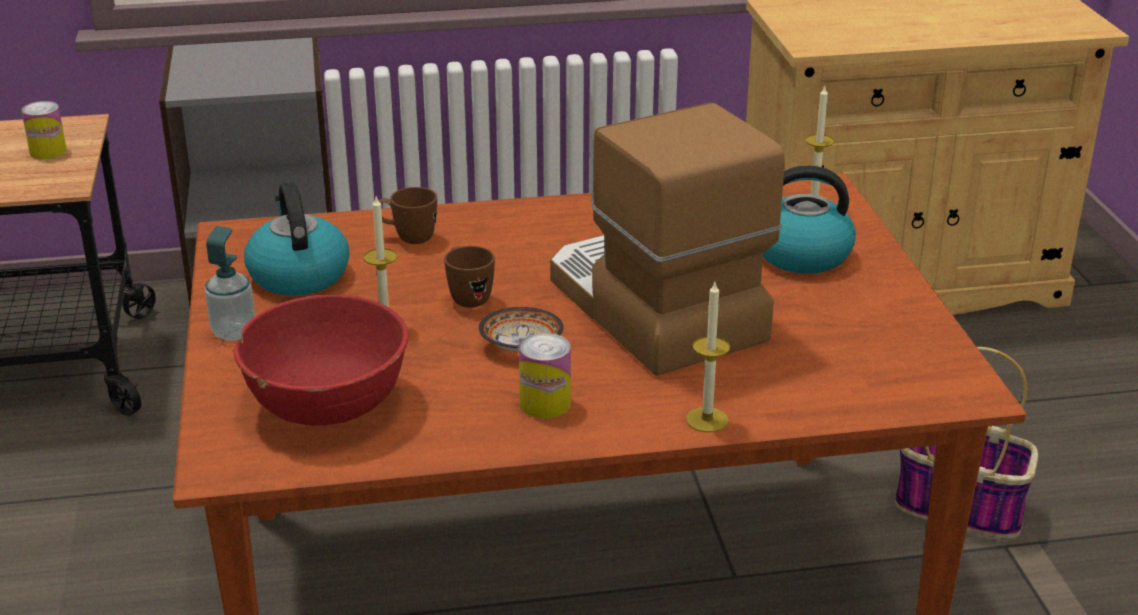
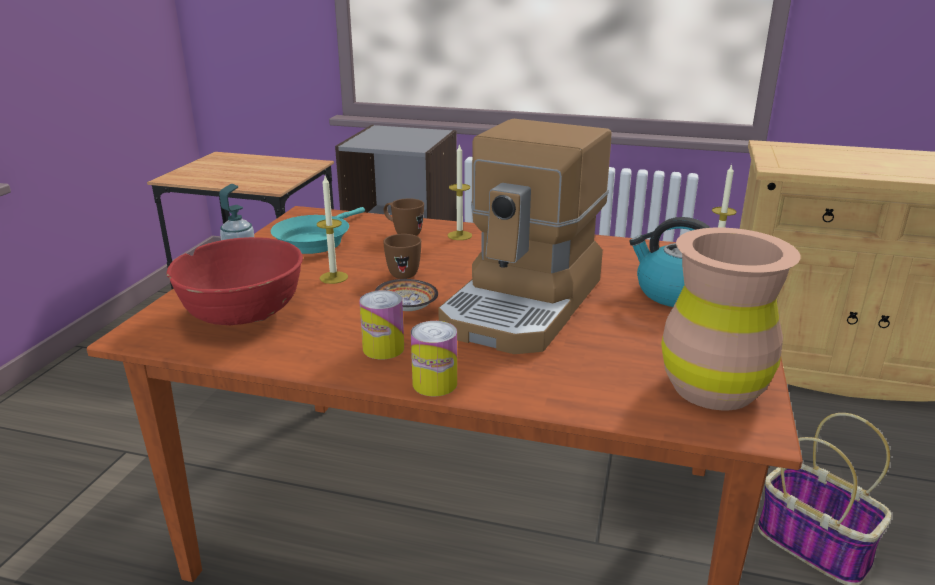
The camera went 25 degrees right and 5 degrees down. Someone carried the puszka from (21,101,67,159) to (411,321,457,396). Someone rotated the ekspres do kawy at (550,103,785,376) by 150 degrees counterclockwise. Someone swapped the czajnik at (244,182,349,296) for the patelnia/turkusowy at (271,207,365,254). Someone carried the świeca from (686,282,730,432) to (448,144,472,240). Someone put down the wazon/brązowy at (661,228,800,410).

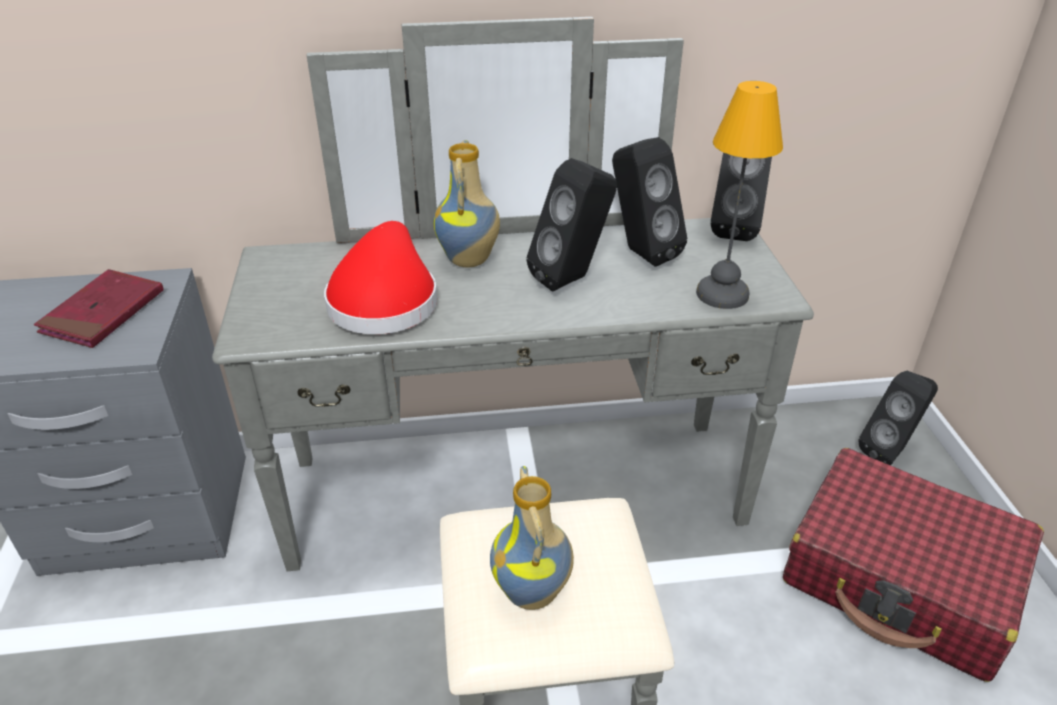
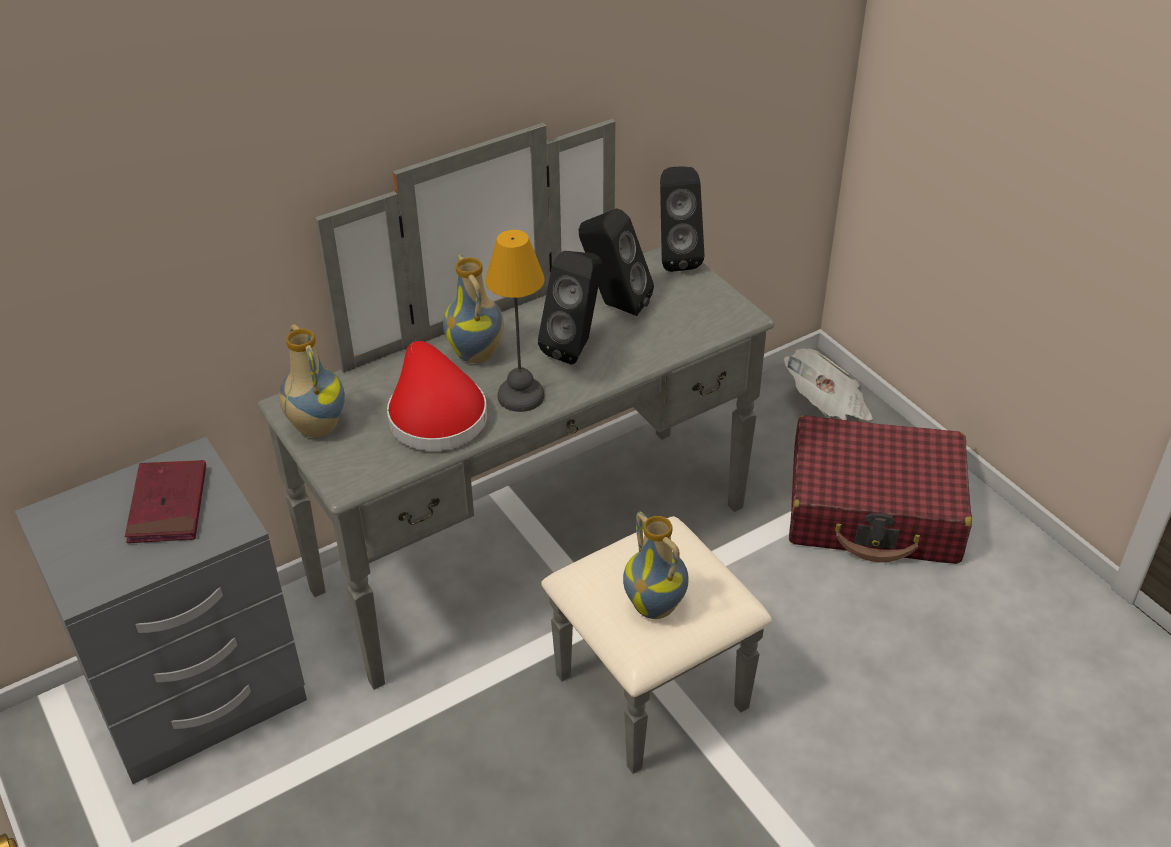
The camera went 25 degrees left and 5 degrees up. Someone carried the lampa stołowa from (696,81,783,309) to (485,230,545,412). Someone swapped the głośnik/czarny at (858,371,938,465) for the gazeta at (784,348,873,421). Someone put down the wazon at (279,324,345,437).

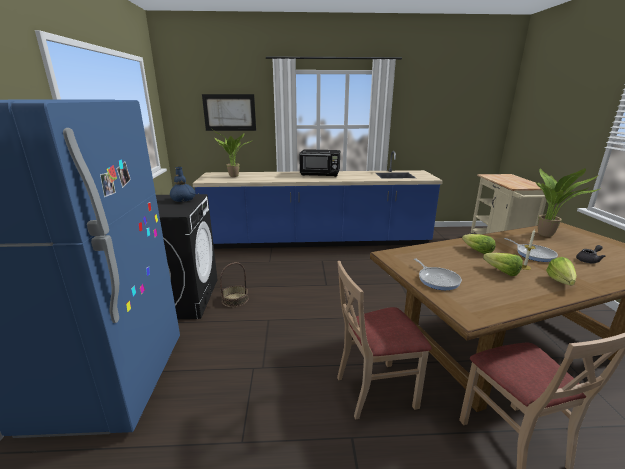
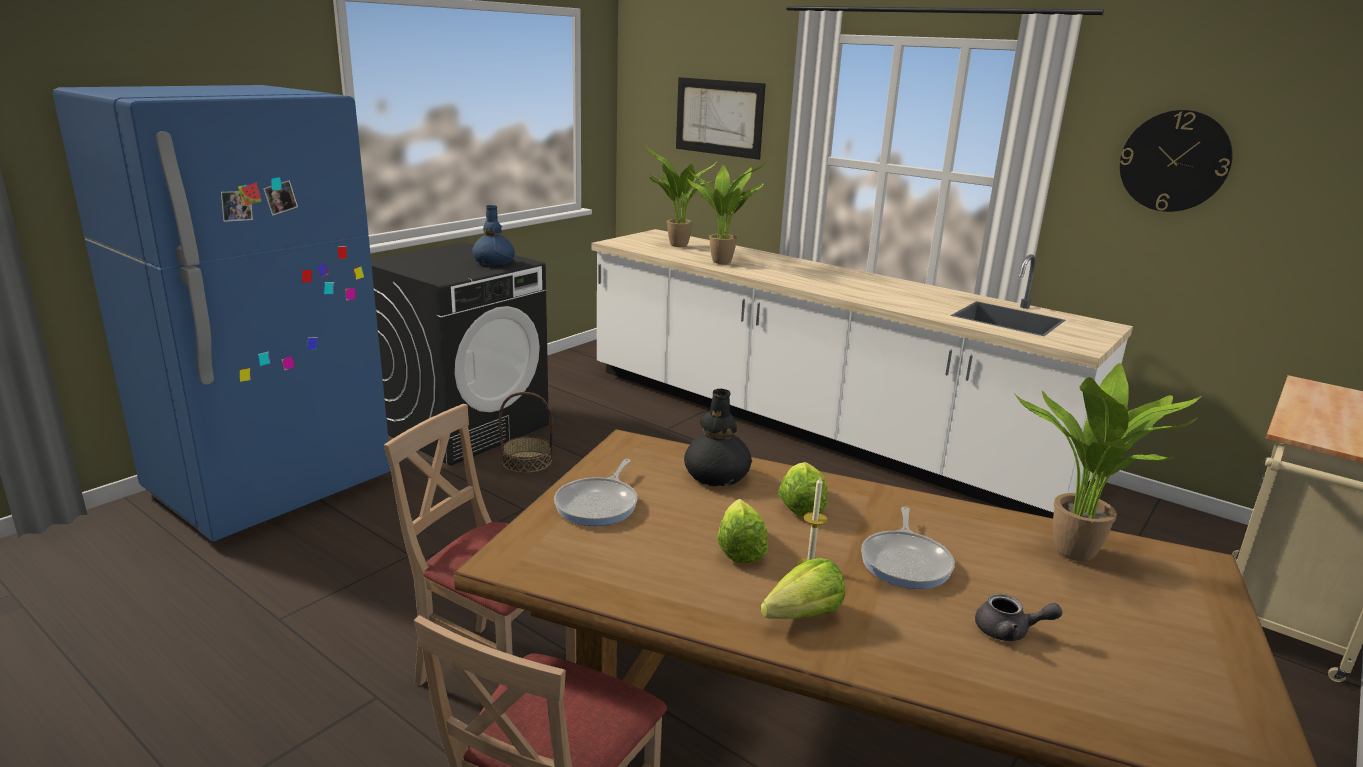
The camera went 40 degrees right and 0 degrees up. Someone took away the mikrofalówka/czarny at (299,149,340,177). Someone repainted the zabudowa kuchenna/niebieski at (192,151,443,249), which became the zabudowa kuchenna/biały at (592,229,1133,518). Someone put up the zegar ścienny at (1120,110,1233,212). Someone put down the roślina doniczkowa at (687,161,767,264). Someone put down the wazon/czarny at (684,389,752,486).

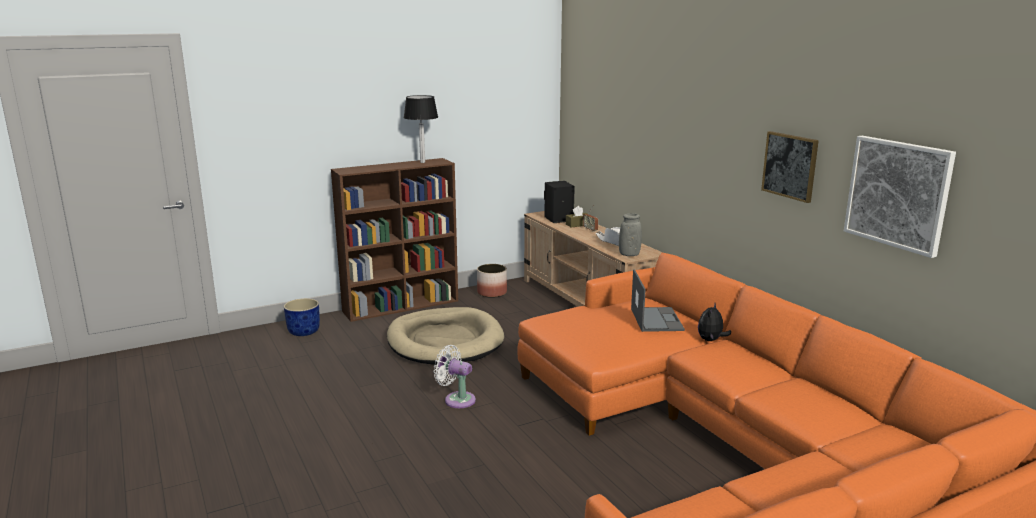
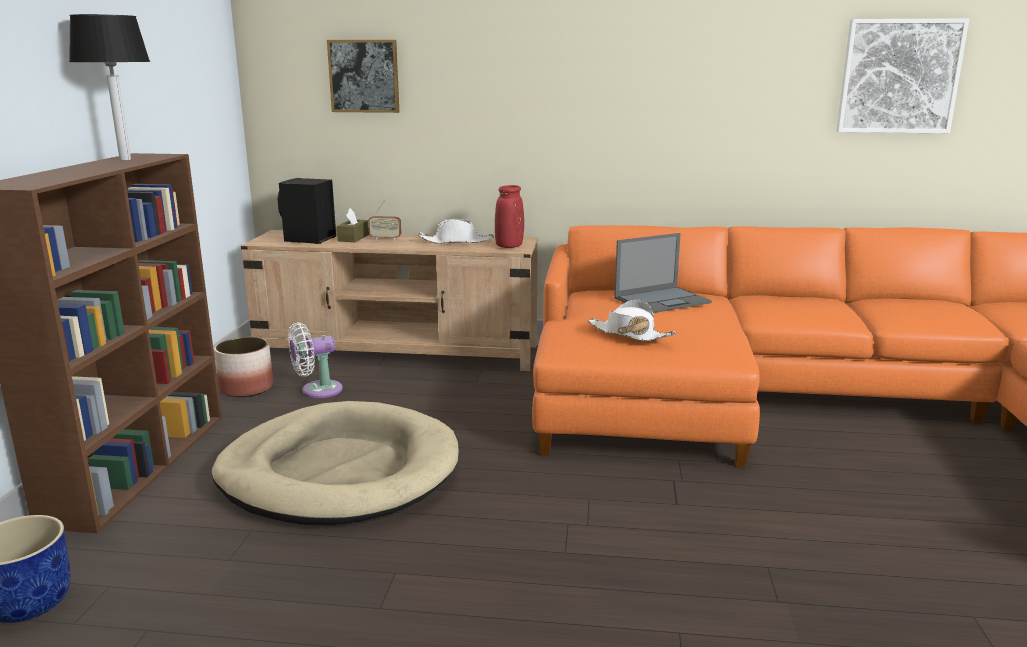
The camera went 55 degrees left and 0 degrees up. Someone carried the obraz from (761,131,819,203) to (327,40,399,113). Someone repainted the wazon/szary at (619,213,642,256), which became the wazon/czerwony at (495,185,524,248). Someone rotated the laptop at (631,269,685,332) by 120 degrees clockwise. Someone took away the pluszak at (698,303,731,341). Someone carried the wentylator/biały from (434,345,476,408) to (288,322,343,398). Someone put down the kapelusz/biały at (588,299,677,341).

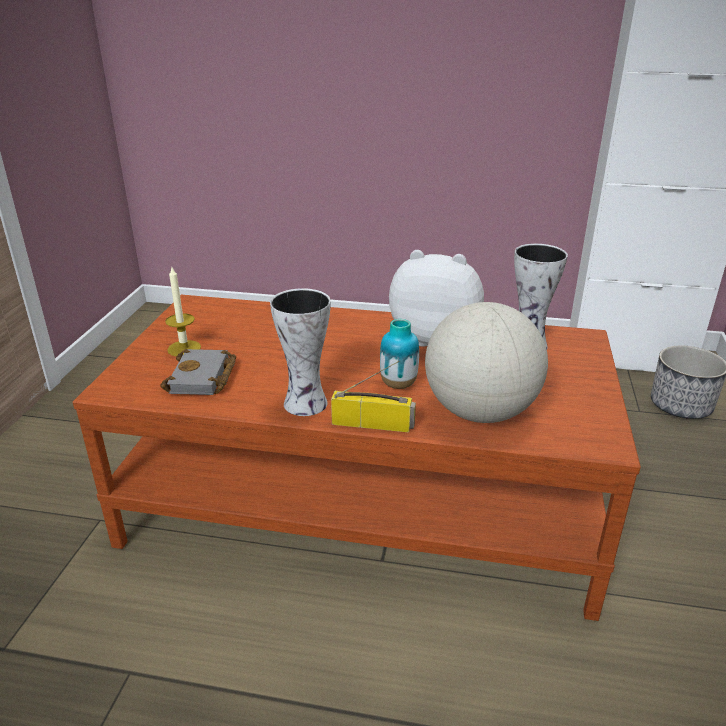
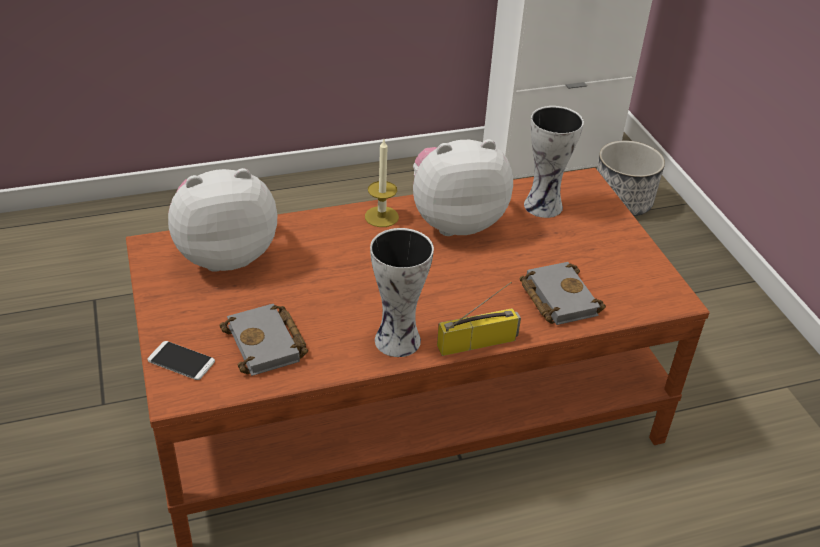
The camera went 30 degrees left and 10 degrees up. Someone carried the świeca from (165,267,201,357) to (365,140,399,227). Someone swapped the globus at (425,302,548,423) for the książka/szary at (519,262,606,325). Someone took away the wazon at (380,319,419,389). Someone put down the pluszak at (168,168,277,272). Someone put down the telefon at (148,341,215,380).

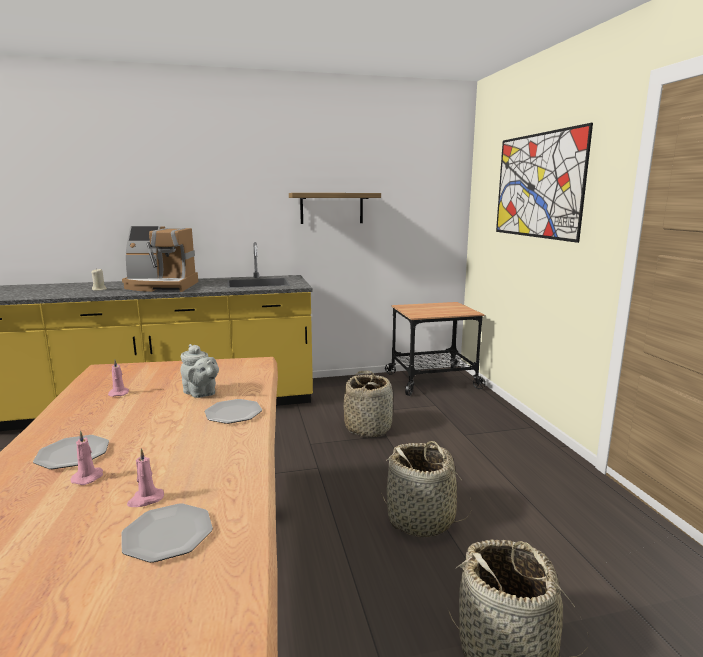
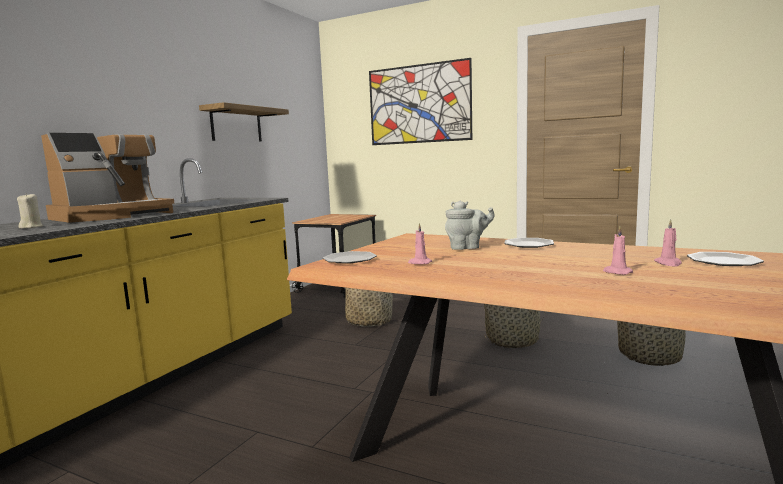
The camera went 50 degrees left and 5 degrees down. Someone carried the talerz from (33,435,109,469) to (323,251,377,264).

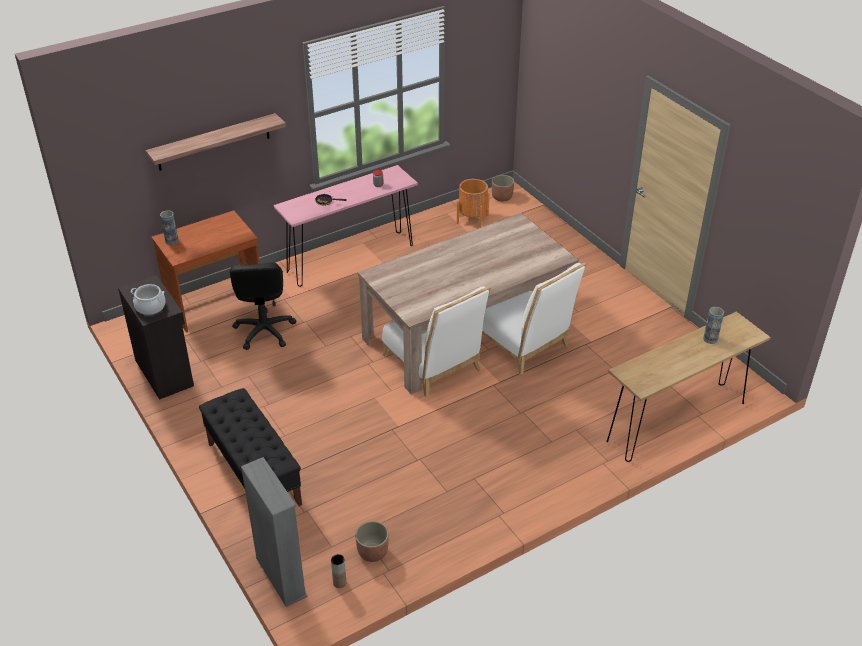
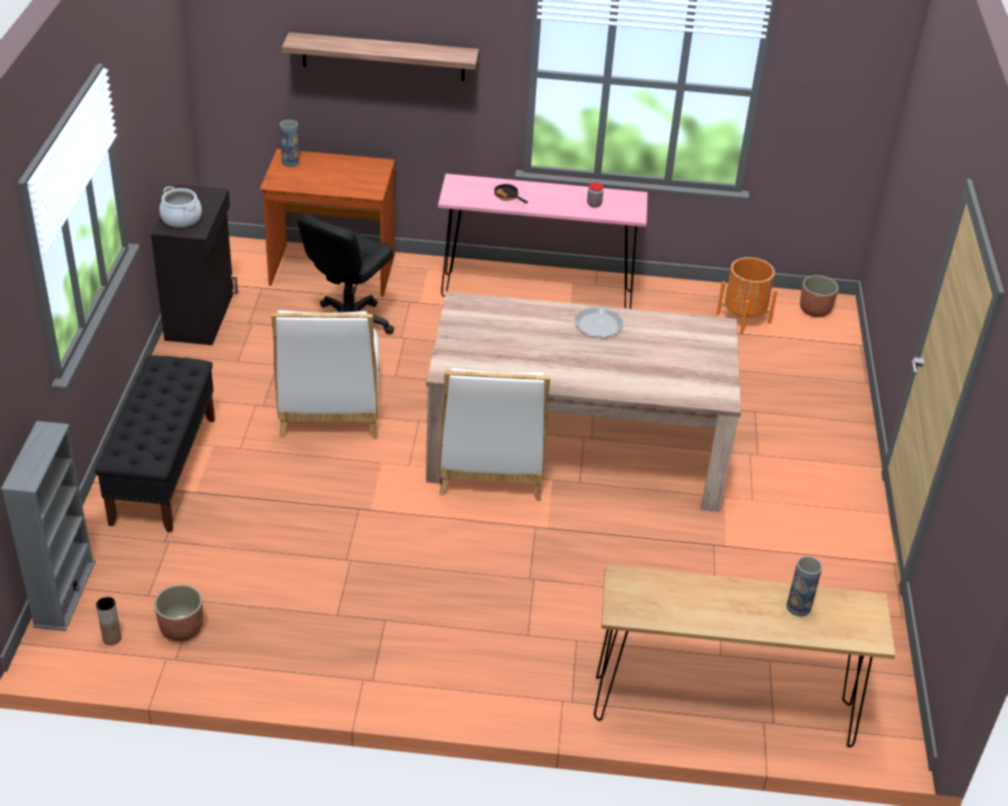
The camera went 35 degrees right and 0 degrees up. Someone carried the krzesło/biały from (482,262,587,375) to (271,310,380,439). Someone put down the talerz at (575,307,623,337).

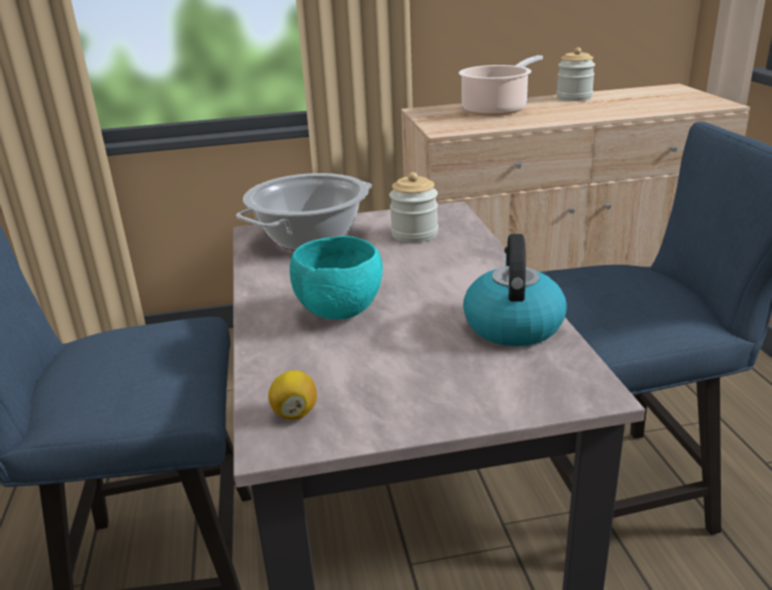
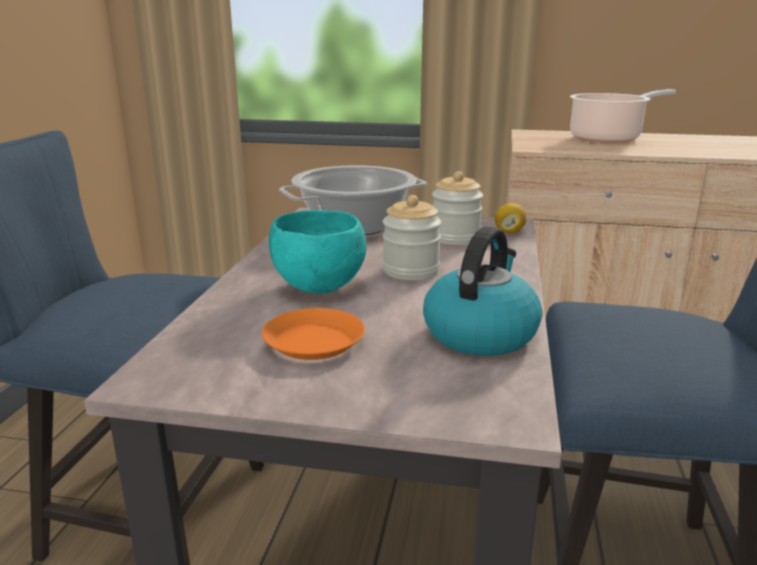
The camera went 20 degrees right and 5 degrees down. Someone carried the słoik from (556,47,595,101) to (383,195,442,280). Someone carried the cytryna from (268,370,317,420) to (494,203,527,234). Someone put down the talerz/pomarańczowy at (262,308,365,360).

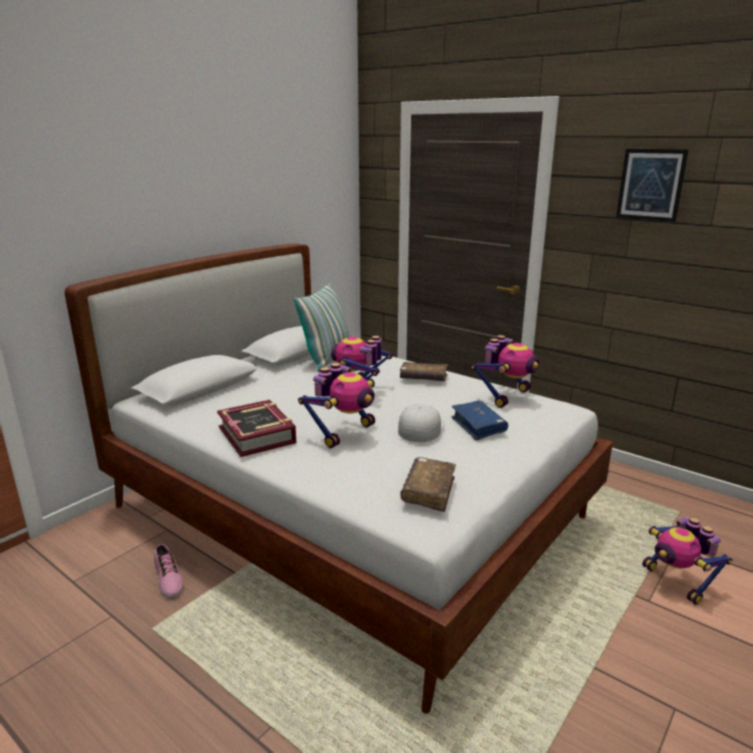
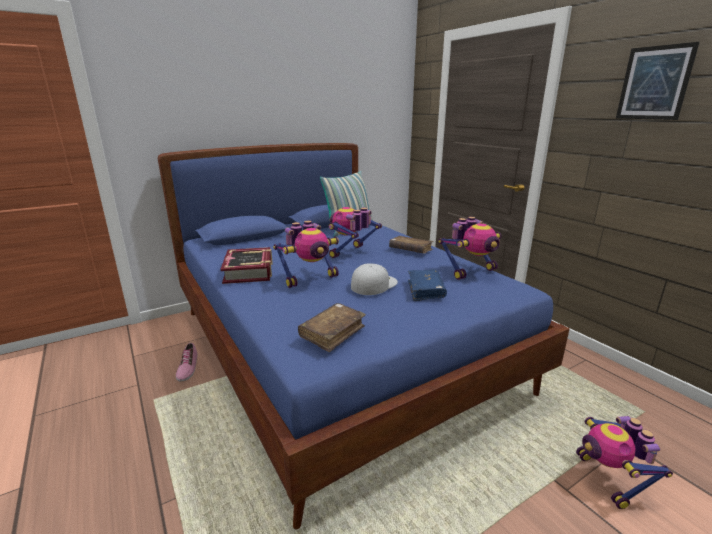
The camera went 20 degrees right and 0 degrees up. Someone repainted the łóżko/biały at (64,243,613,714), which became the łóżko/niebieski at (158,143,570,529).

